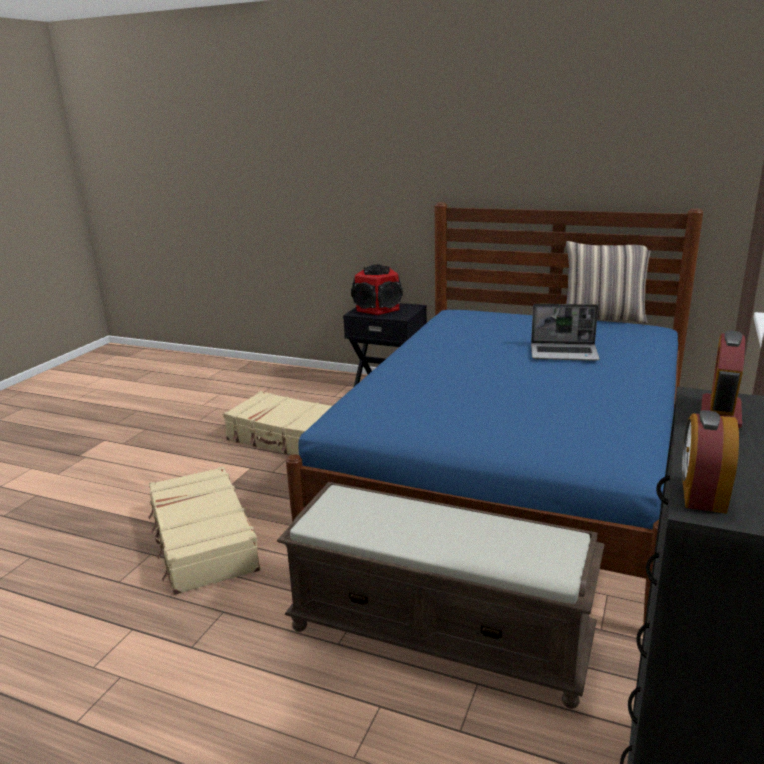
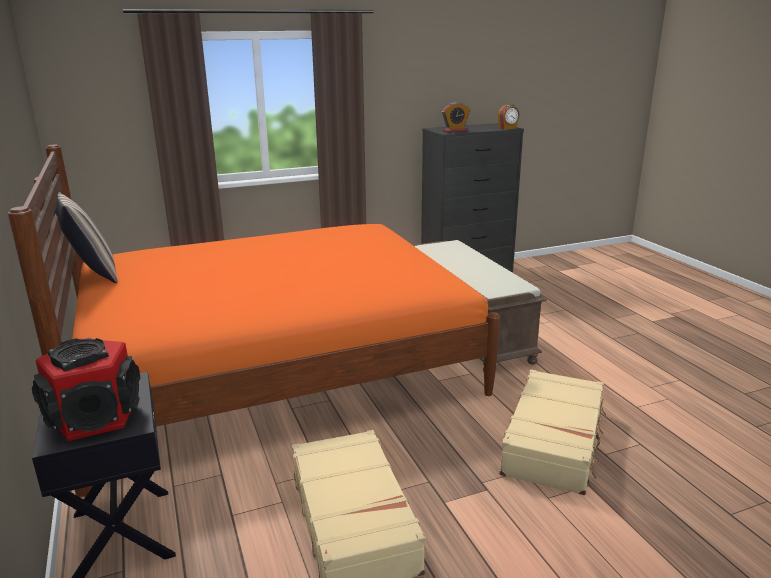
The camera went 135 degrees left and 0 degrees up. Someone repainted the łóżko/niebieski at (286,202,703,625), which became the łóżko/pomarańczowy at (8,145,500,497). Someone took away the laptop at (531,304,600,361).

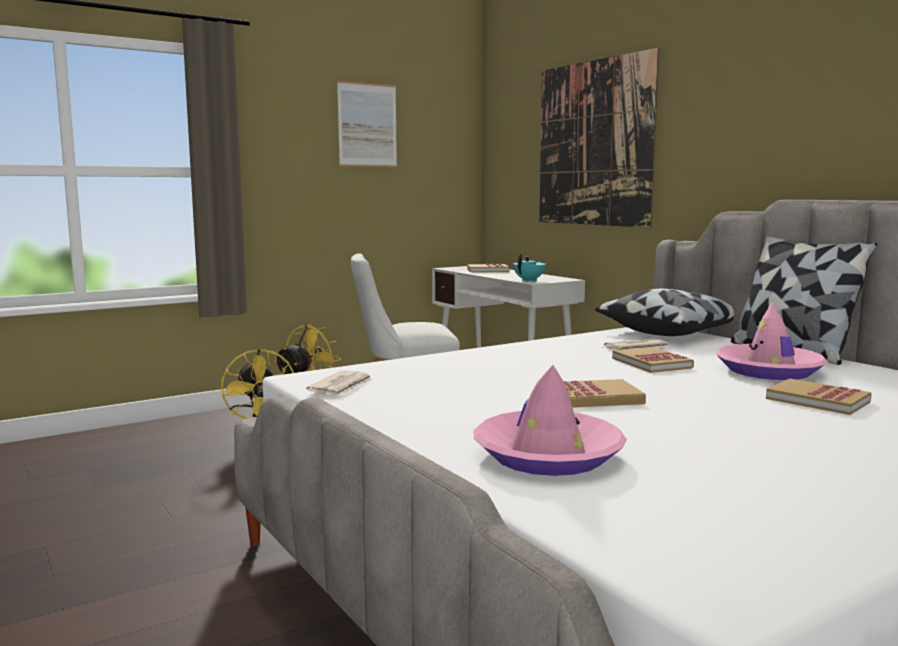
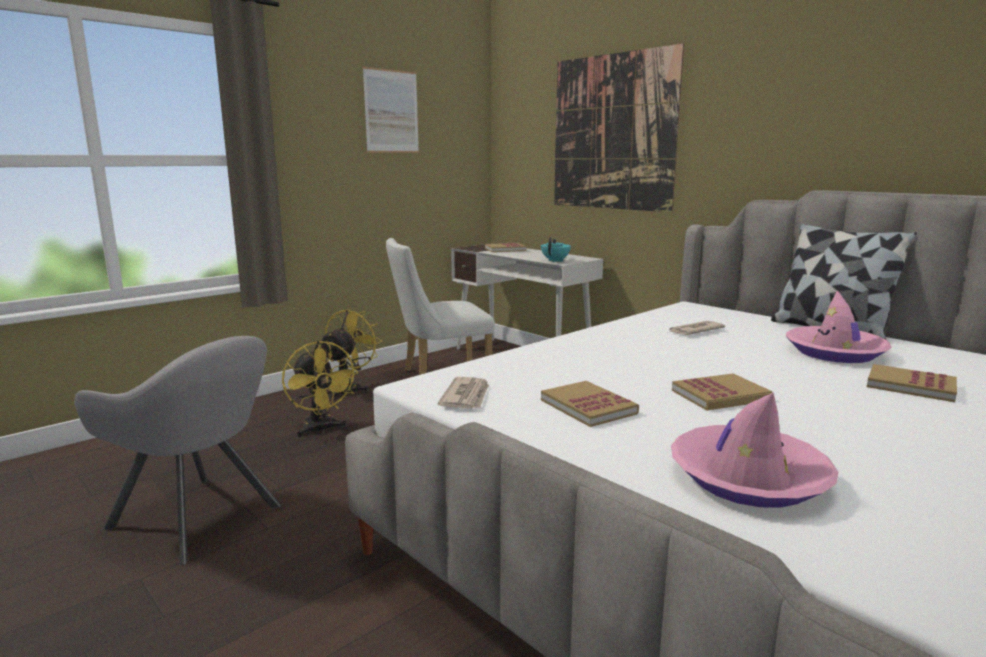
The camera went 10 degrees left and 5 degrees up. Someone took away the poduszka at (595,289,734,336). Someone carried the książka from (612,347,694,373) to (541,381,639,427). Someone put down the fotel/szary at (74,336,281,565).

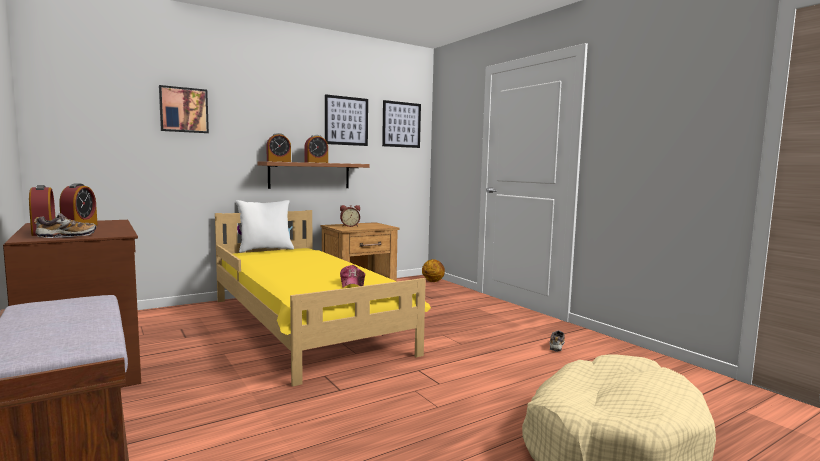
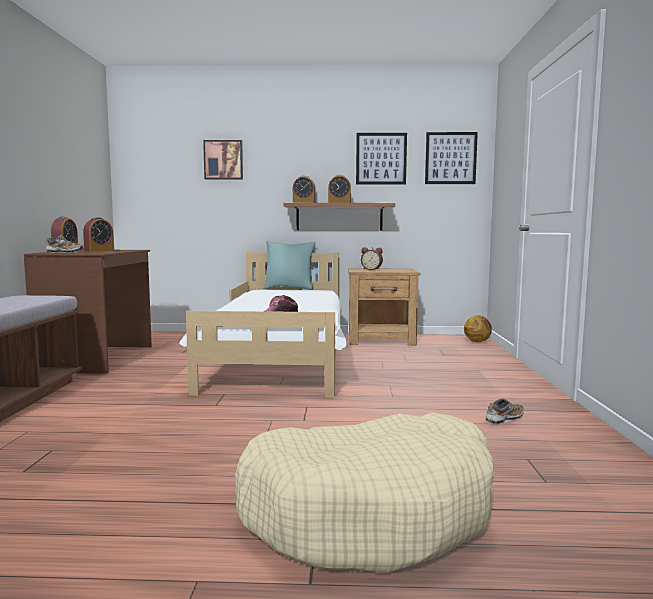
The camera went 35 degrees right and 0 degrees up. Someone repainted the poduszka/biały at (236,200,294,253), which became the poduszka/turkusowy at (263,241,316,290). Someone repainted the łóżko/żółty at (215,210,431,387), which became the łóżko/biały at (179,252,347,398).

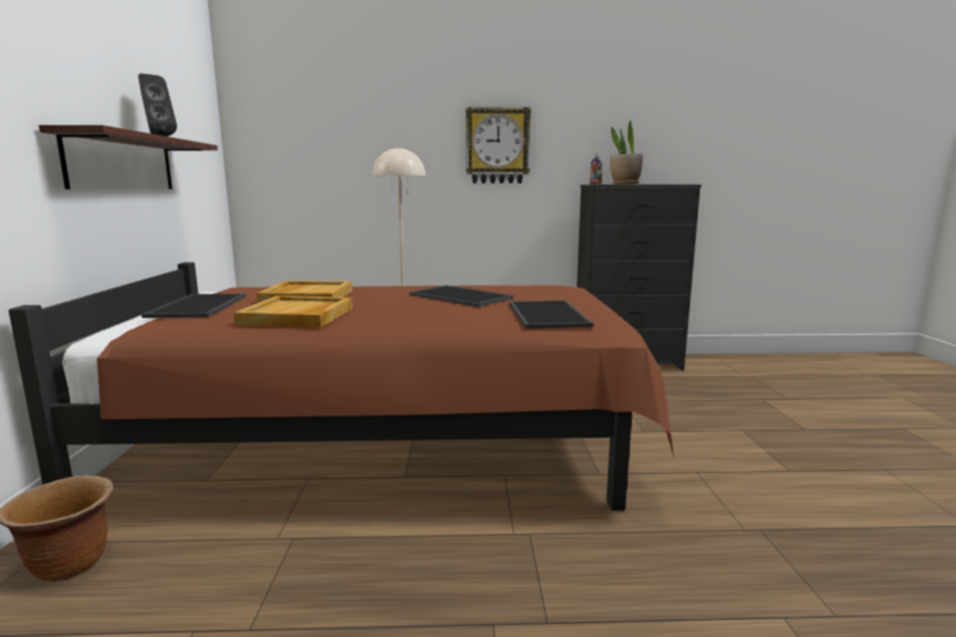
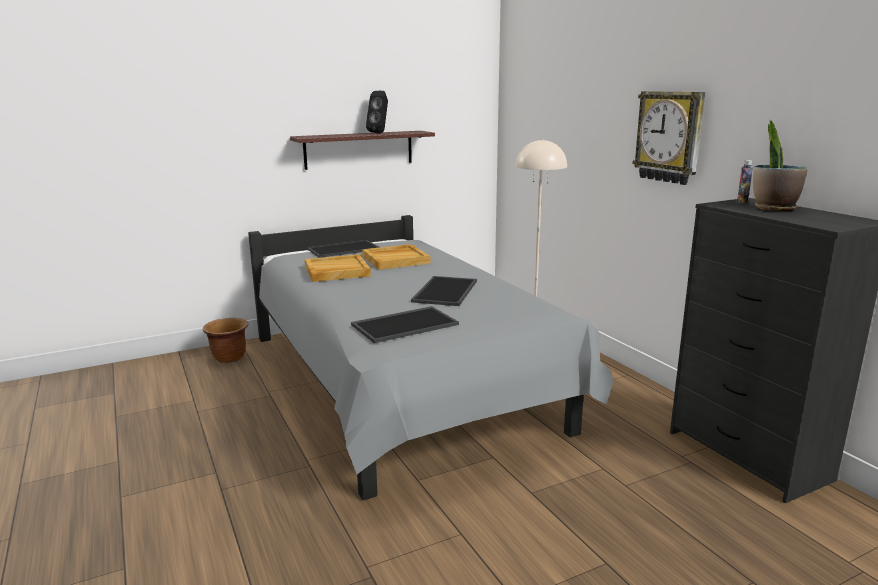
The camera went 65 degrees right and 5 degrees up. Someone repainted the łóżko/brązowy at (9,262,674,511), which became the łóżko/szary at (248,215,613,500).

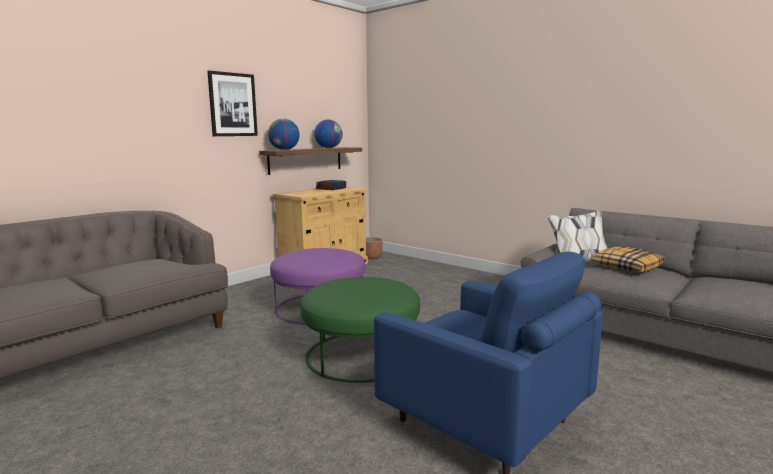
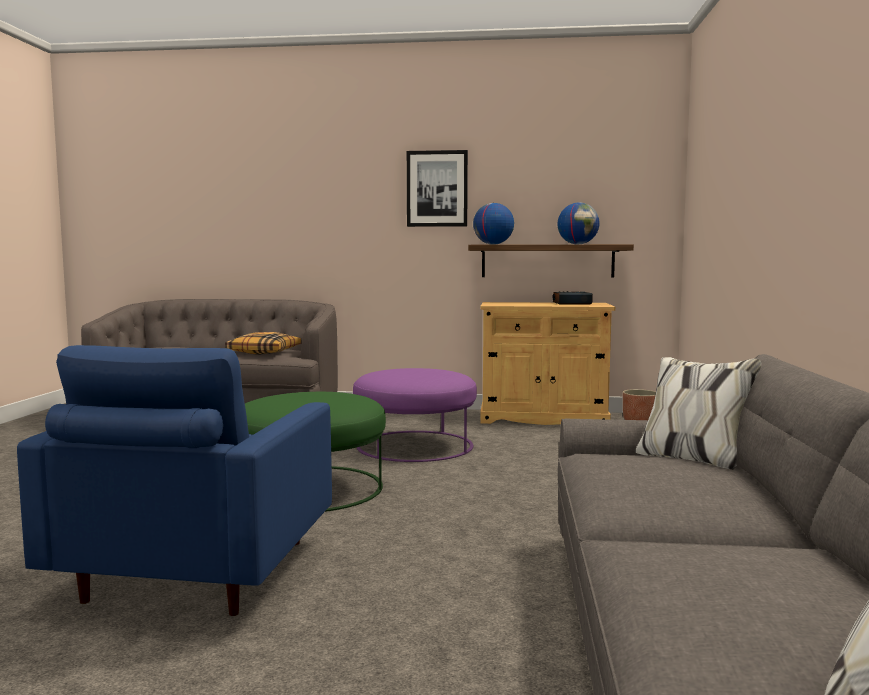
The camera went 55 degrees right and 5 degrees down. Someone carried the poduszka from (591,247,665,272) to (225,332,302,354).

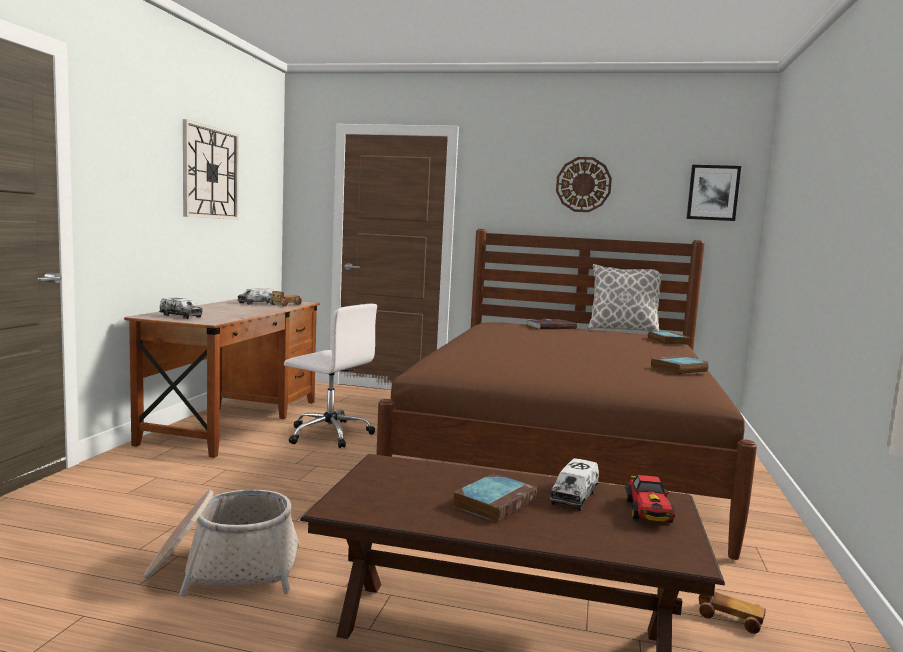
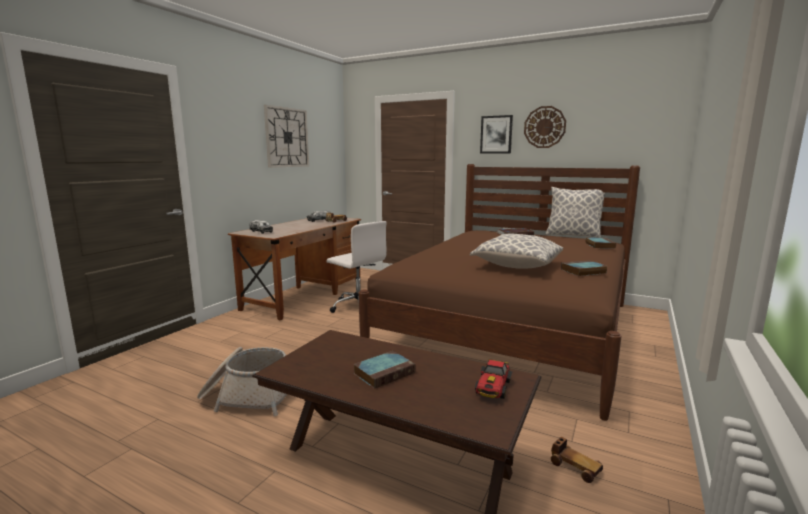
The camera went 15 degrees right and 5 degrees up. Someone carried the obraz from (687,165,741,221) to (480,115,513,153). Someone took away the ciężarówka zabawkowa at (550,458,599,511). Someone put down the poduszka at (470,234,563,269).

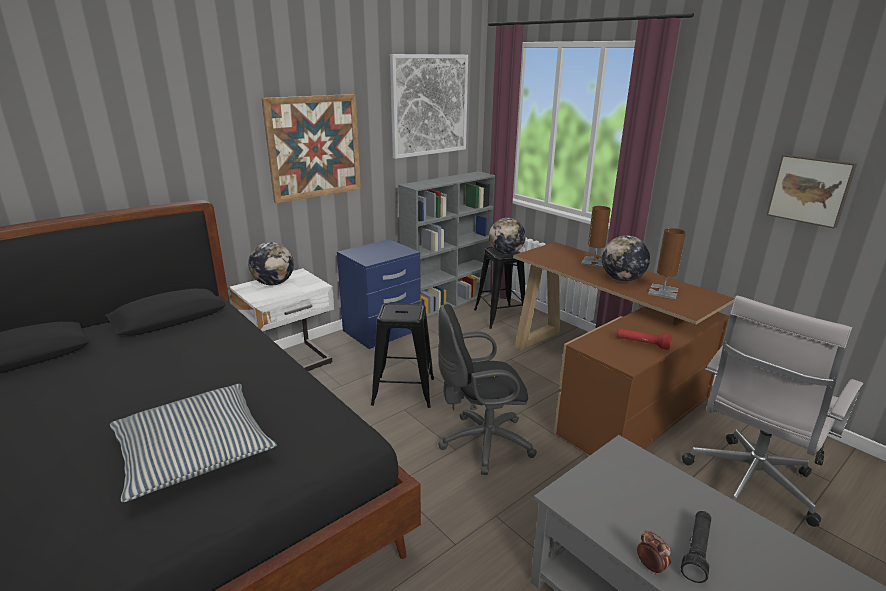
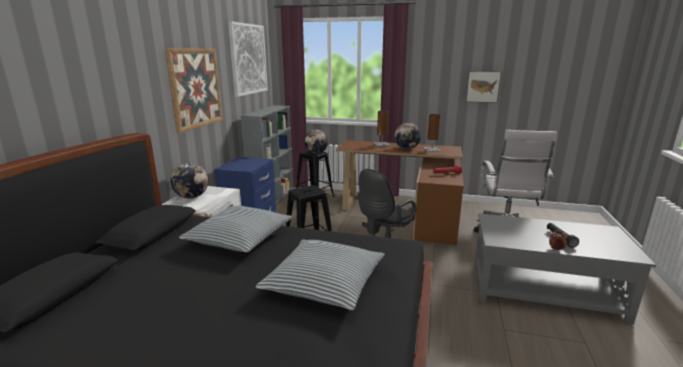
The camera went 35 degrees left and 5 degrees down. Someone put down the poduszka at (179,206,293,253).

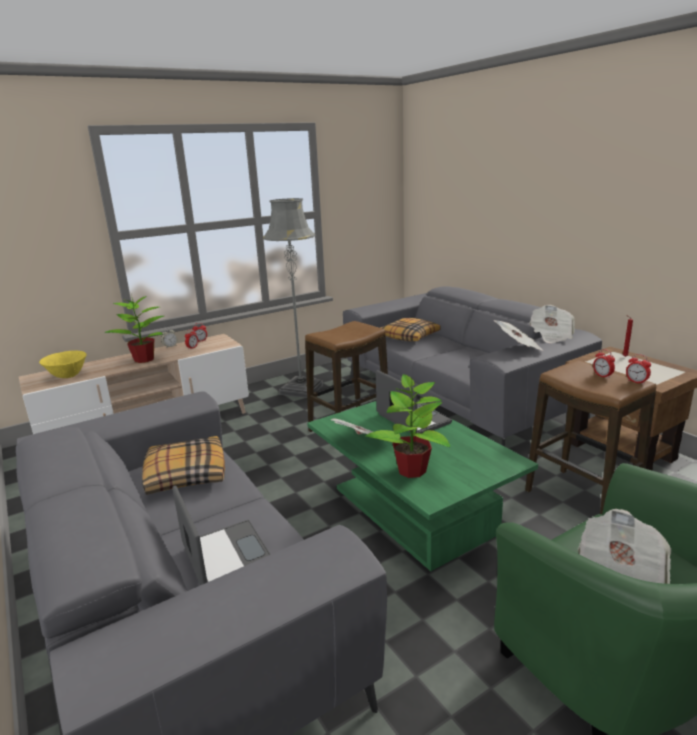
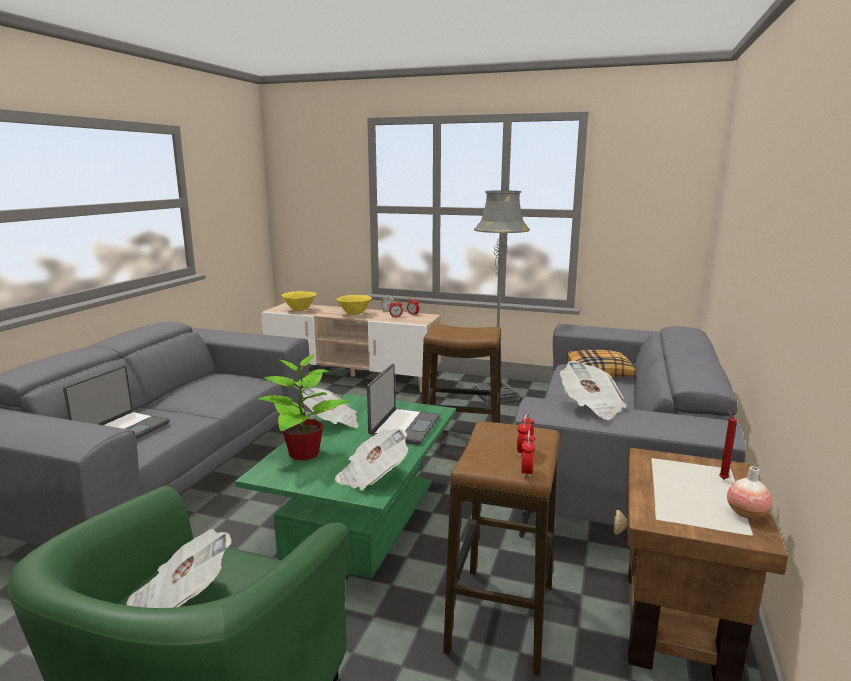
The camera went 50 degrees right and 5 degrees down. Someone swapped the roślina doniczkowa at (104,296,164,363) for the miska/żółty at (337,295,372,315). Someone carried the gazeta from (529,305,575,343) to (335,429,408,490). Someone took away the poduszka at (142,436,225,495). Someone put down the wazon at (727,466,772,519).

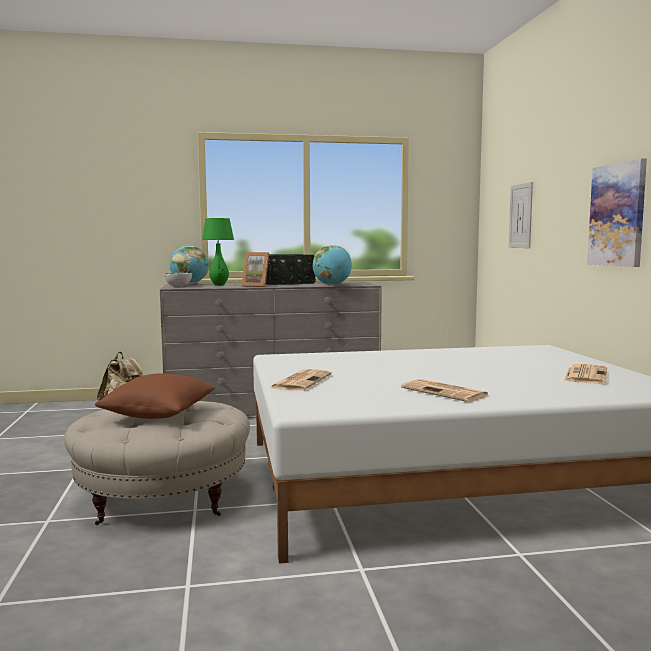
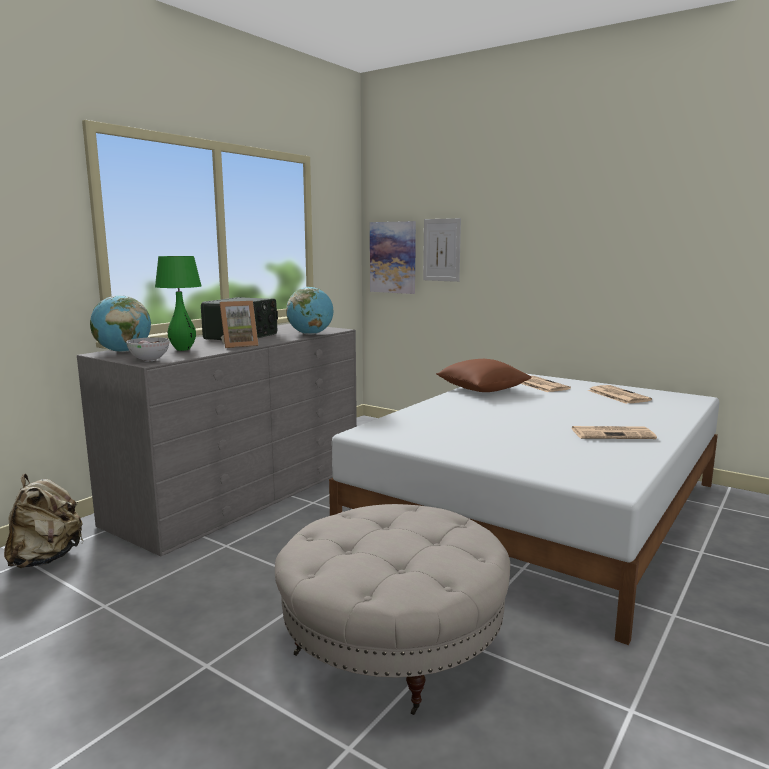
The camera went 45 degrees left and 5 degrees up. Someone carried the obraz from (587,158,647,267) to (370,221,416,294). Someone carried the gazeta from (270,369,332,391) to (521,376,571,392). Someone carried the poduszka/brązowy from (95,373,215,419) to (436,359,531,392).

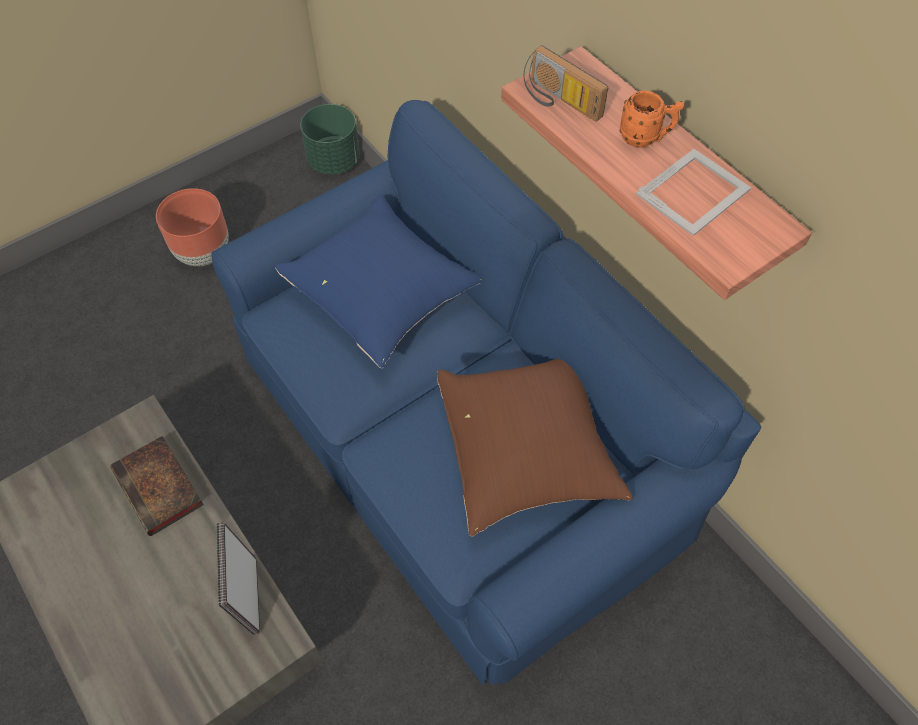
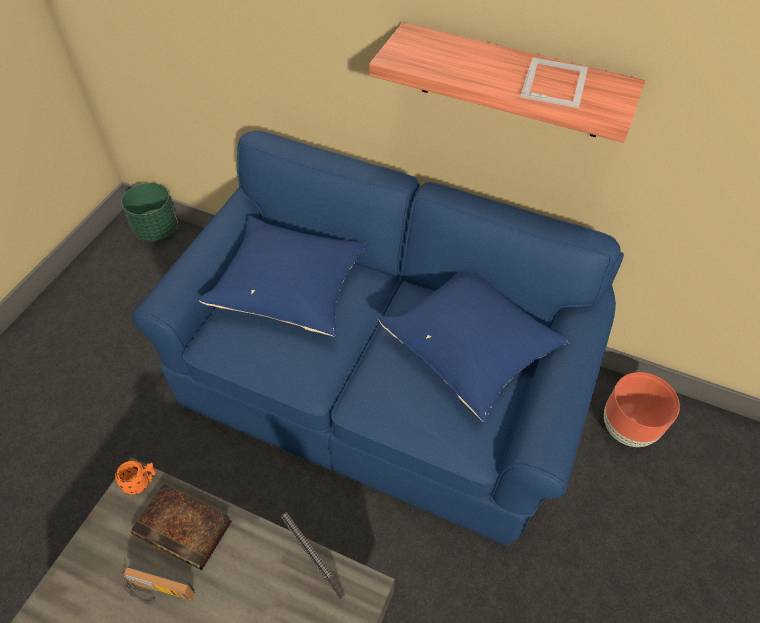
The camera went 30 degrees left and 5 degrees down. Someone carried the radio from (523,45,608,122) to (121,565,195,605). Someone carried the kubek/pomarańczowy from (620,90,684,148) to (115,461,156,495). Someone carried the donica/brązowy from (156,188,229,266) to (604,372,680,447). Someone repainted the poduszka/brązowy at (437,359,633,536), which became the poduszka/niebieski at (378,271,571,421).

